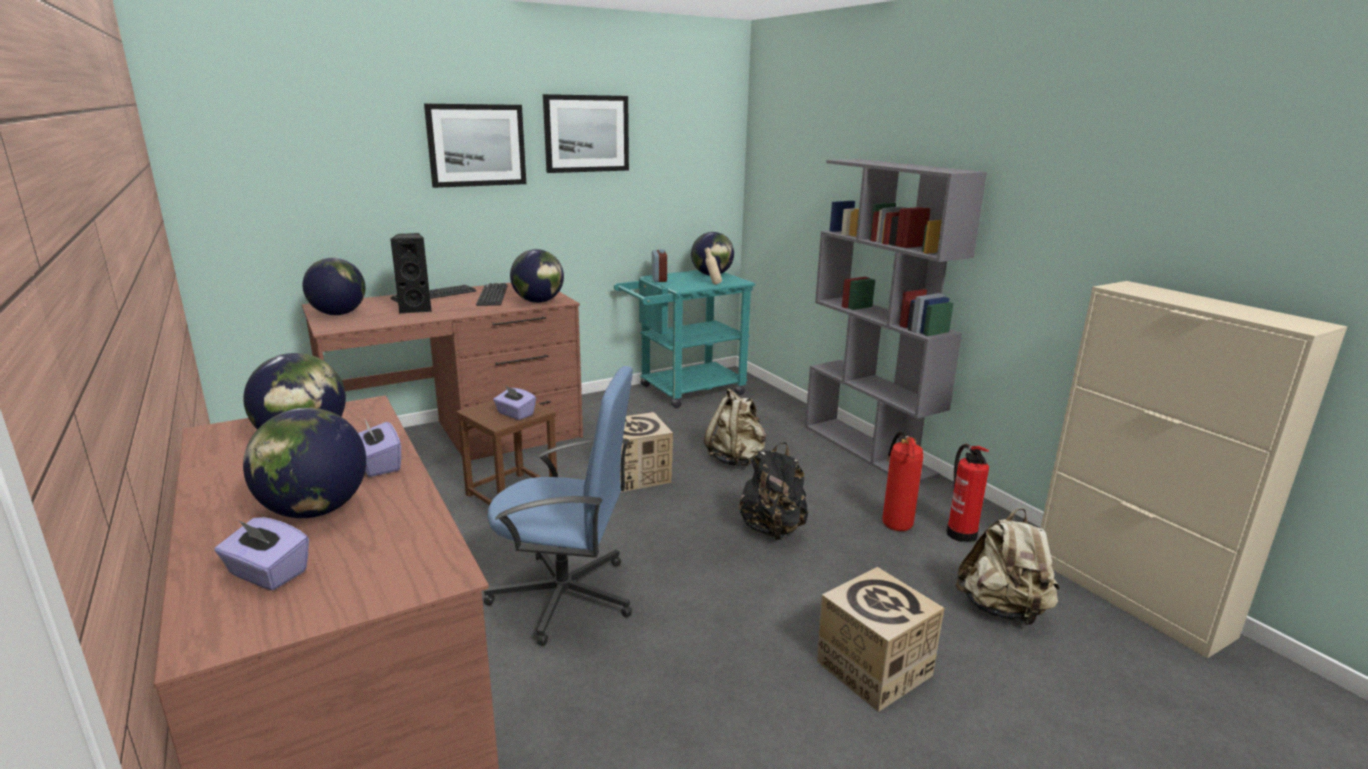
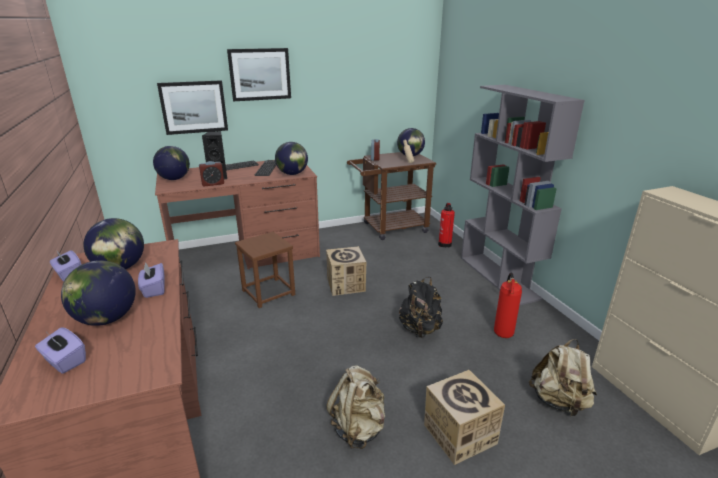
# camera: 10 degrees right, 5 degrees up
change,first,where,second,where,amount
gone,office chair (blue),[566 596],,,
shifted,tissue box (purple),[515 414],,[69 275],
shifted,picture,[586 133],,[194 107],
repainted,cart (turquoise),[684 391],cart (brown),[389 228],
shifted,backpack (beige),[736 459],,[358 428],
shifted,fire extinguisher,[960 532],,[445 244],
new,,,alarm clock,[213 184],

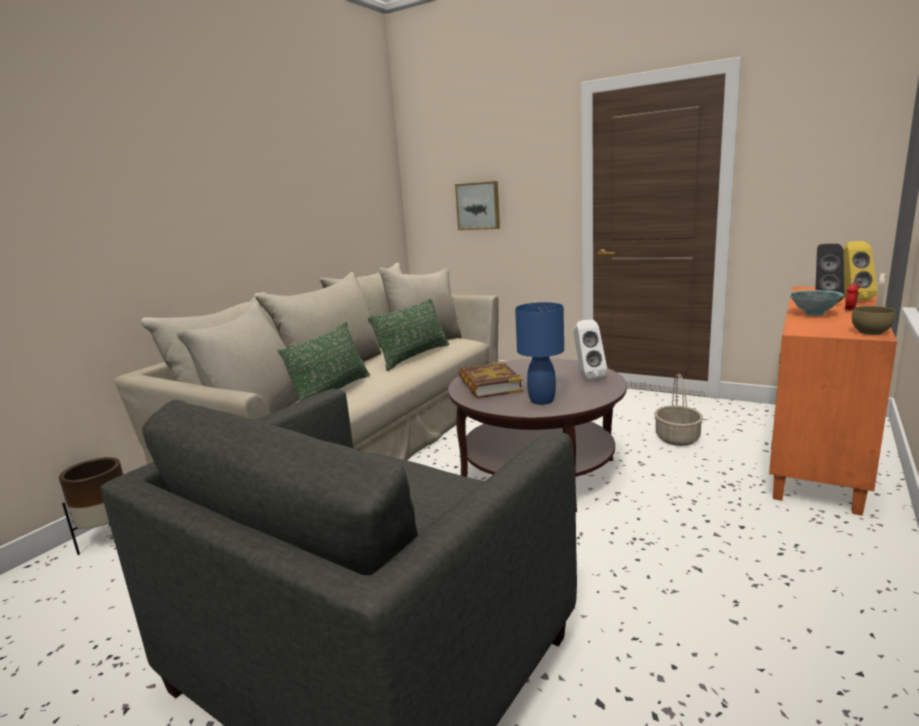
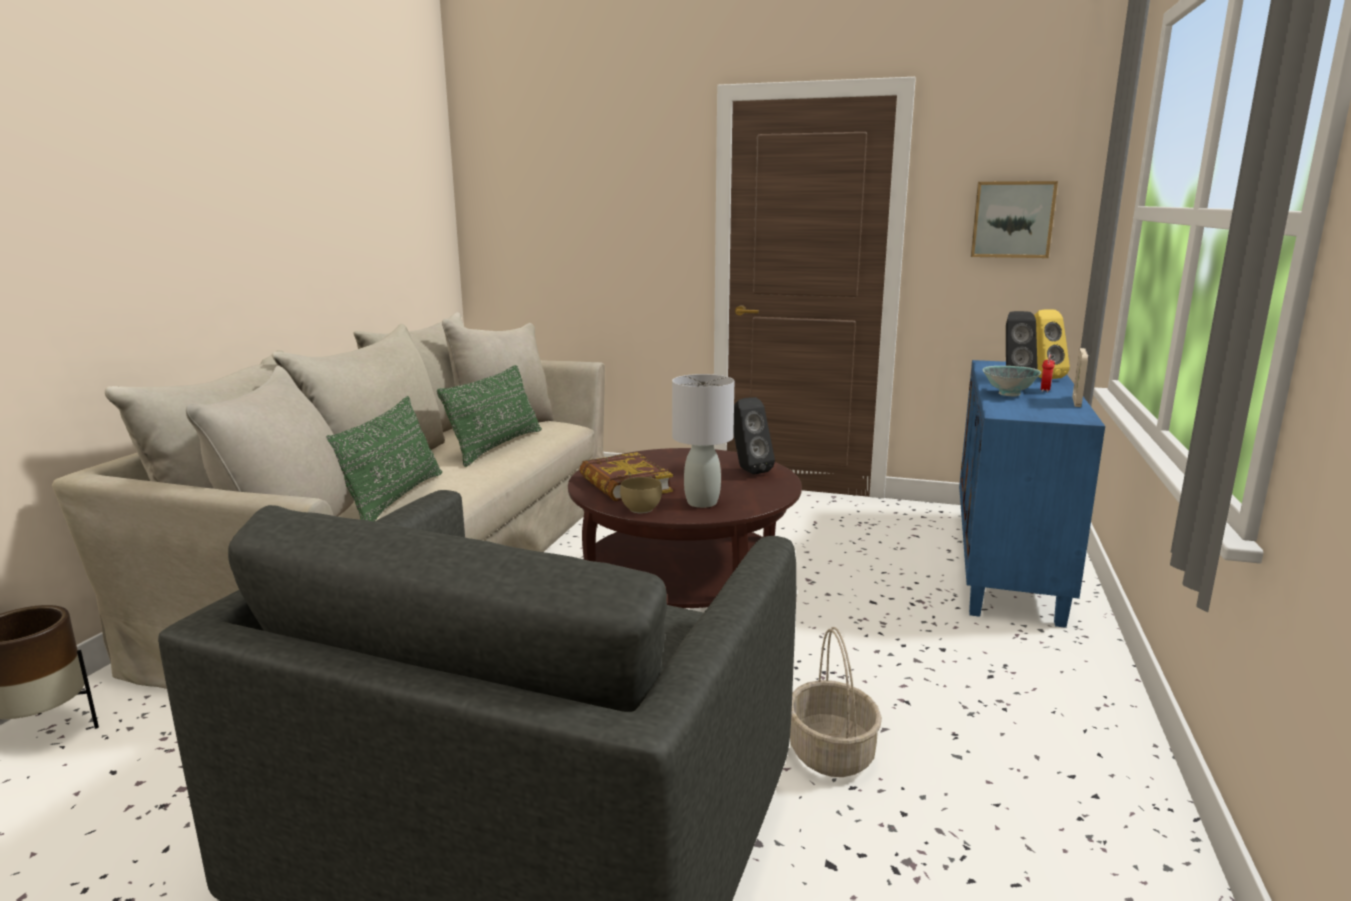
# camera: 15 degrees left, 0 degrees up
change,first,where,second,where,amount
shifted,picture,[478 206],,[1012 219],
repainted,table lamp (blue),[542 400],table lamp (grey),[702 502],
repainted,speaker (white),[587 376],speaker (black),[747 471],
shifted,basket,[677 438],,[832 754],
repainted,cabinet (orange),[818 456],cabinet (blue),[1008 563],
shifted,bowl (brown),[871 333],,[641 510],

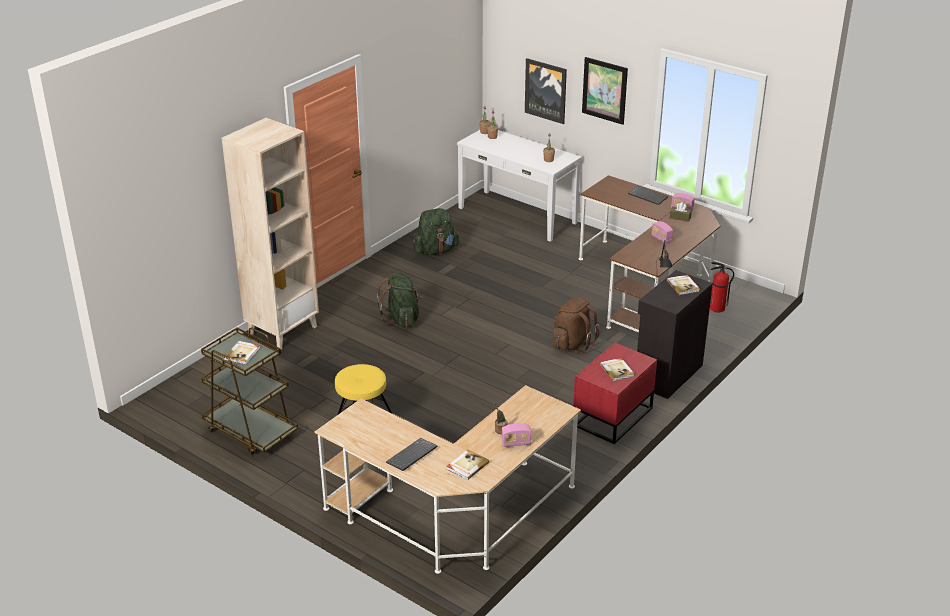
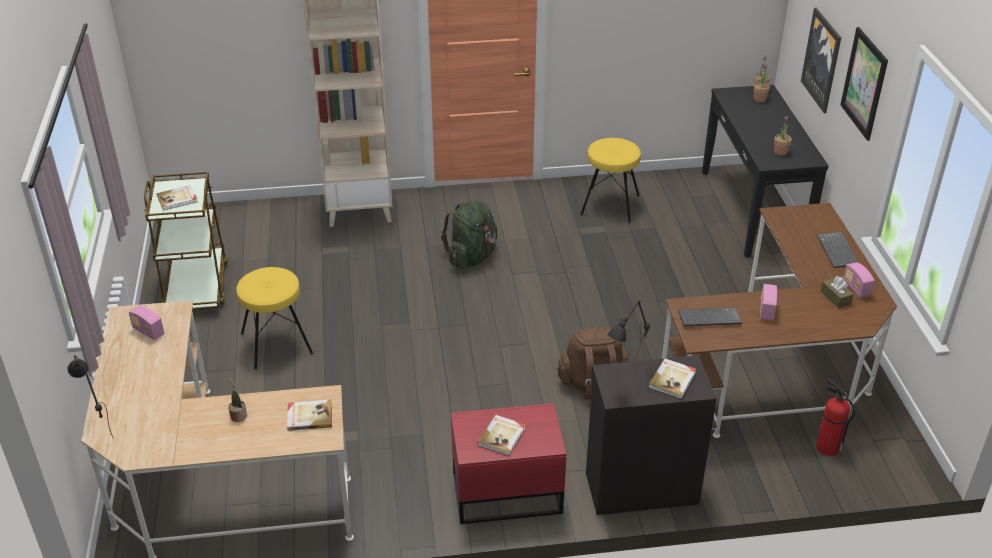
# camera: 45 degrees right, 5 degrees up
change,first,where,second,where,amount
shifted,keyboard,[412 456],,[709 319],
swapped,backpack (green),[436 251],stool (yellow),[610 205],
shifted,book,[467 466],,[309 416],
repainted,console table (white),[517 215],console table (black),[753 210],
shifted,radio,[516 443],,[148 331],
new,,,table lamp (black),[99 428],

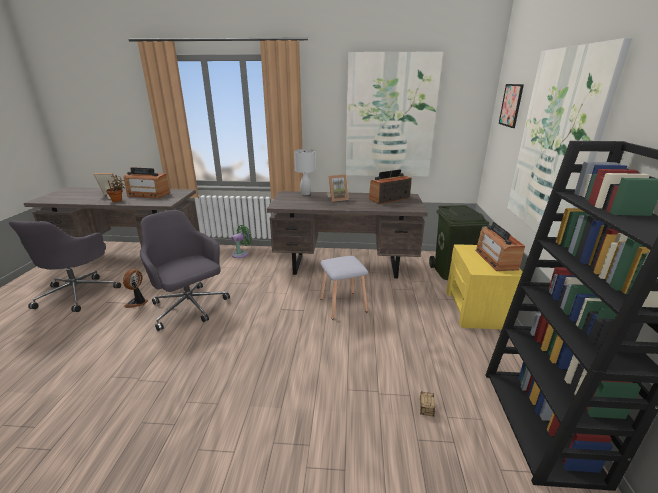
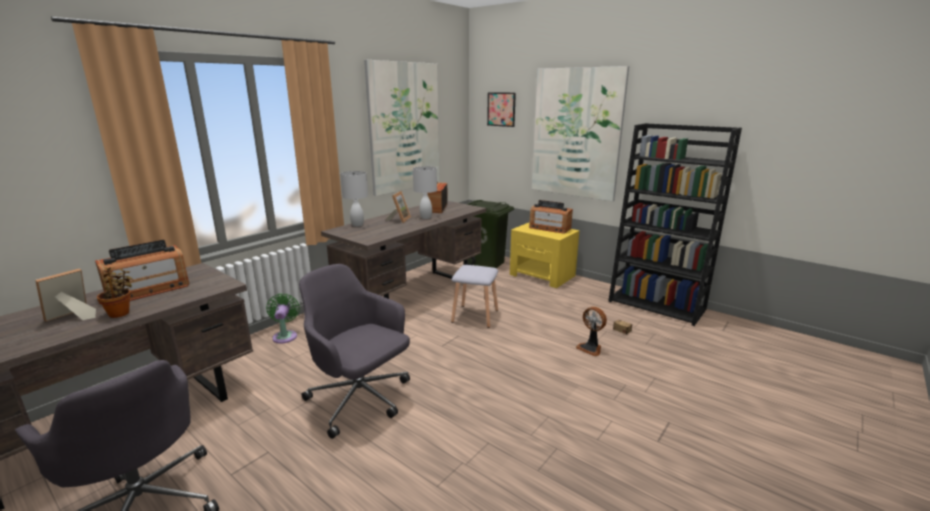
# camera: 55 degrees left, 5 degrees down
change,first,where,second,where,amount
shifted,fan,[138 302],,[590 348],
rotated,office chair (grey),[190 308],,[360 400],45 degrees clockwise
new,,,table lamp (white),[425 217],

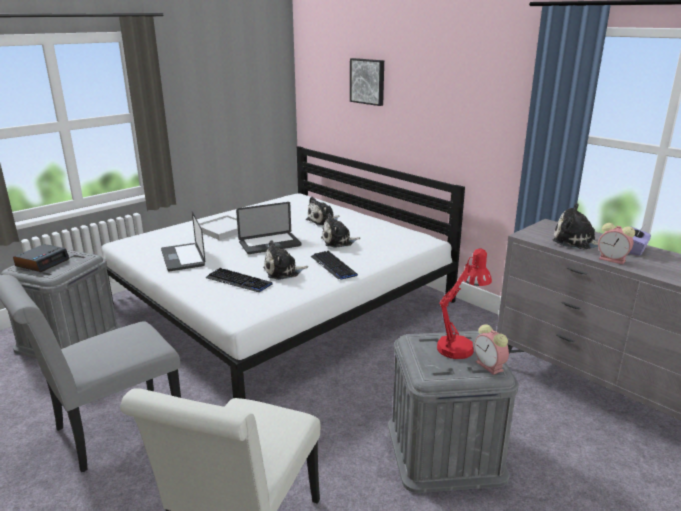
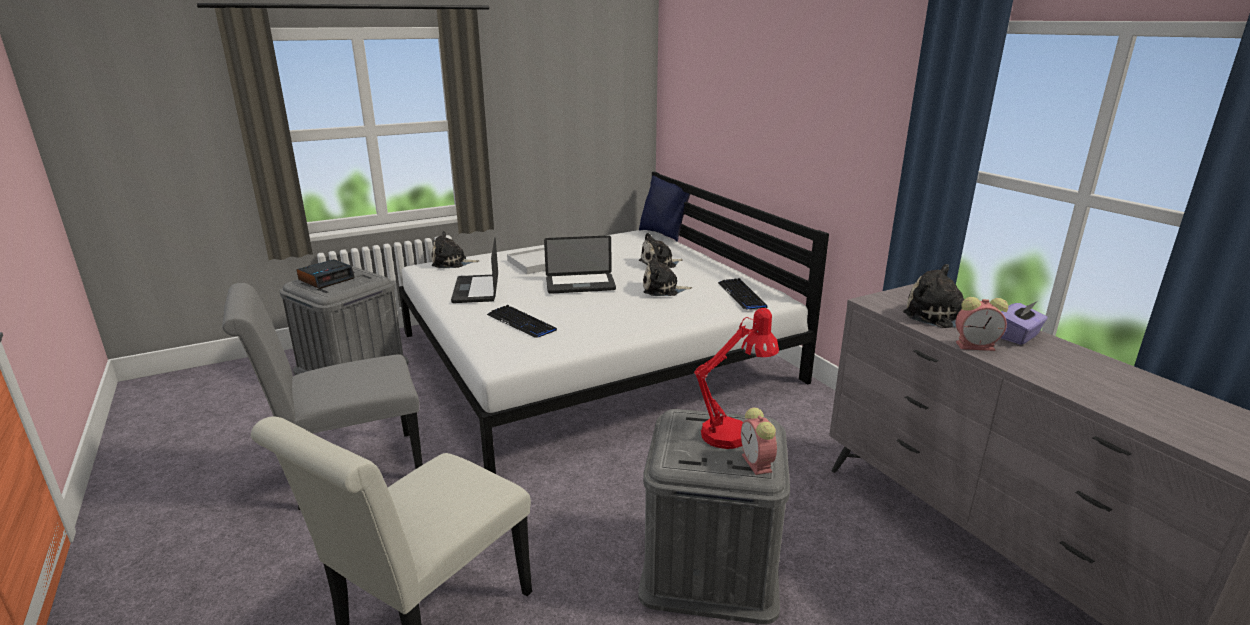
# camera: 15 degrees right, 0 degrees up
change,first,where,second,where,amount
shifted,plush toy,[283 272],,[452 263],
shifted,keyboard,[333 266],,[742 295],
gone,picture,[368 81],,,
rotated,alarm clock,[613 260],,[976 346],45 degrees counterclockwise
new,,,pillow (blue),[663 234],

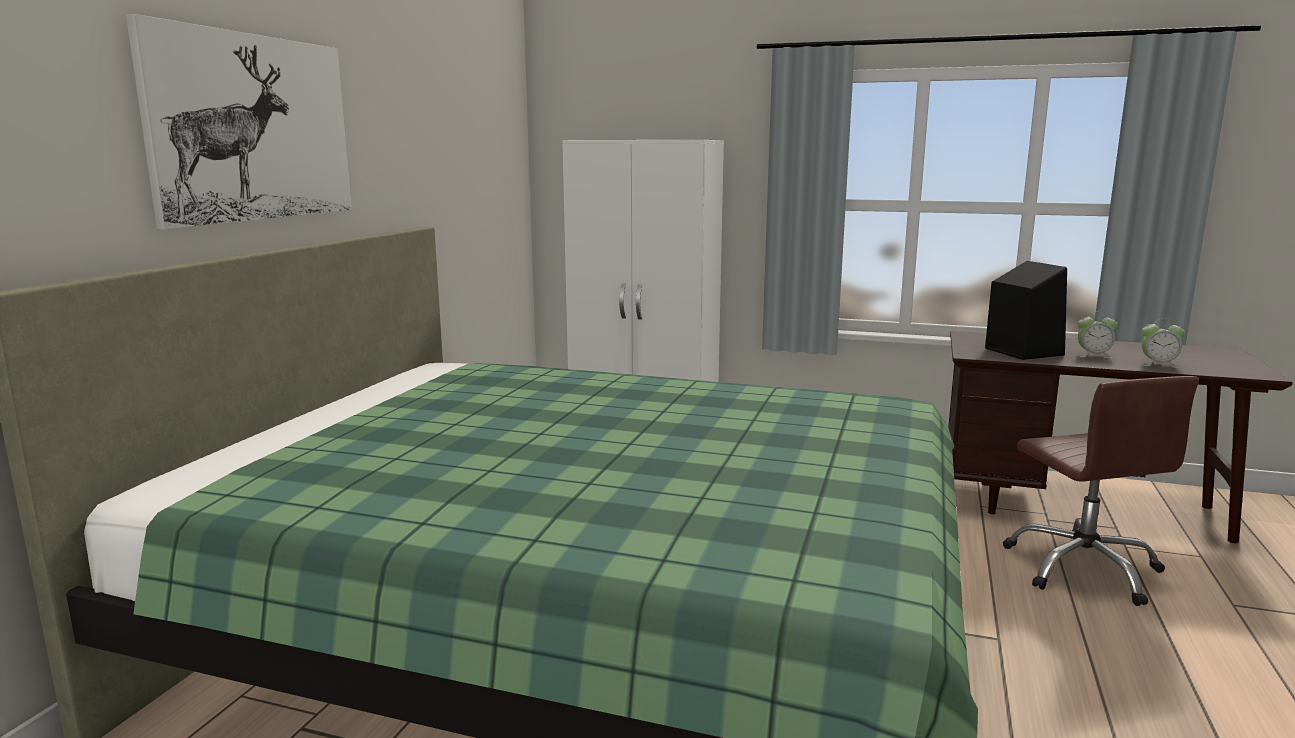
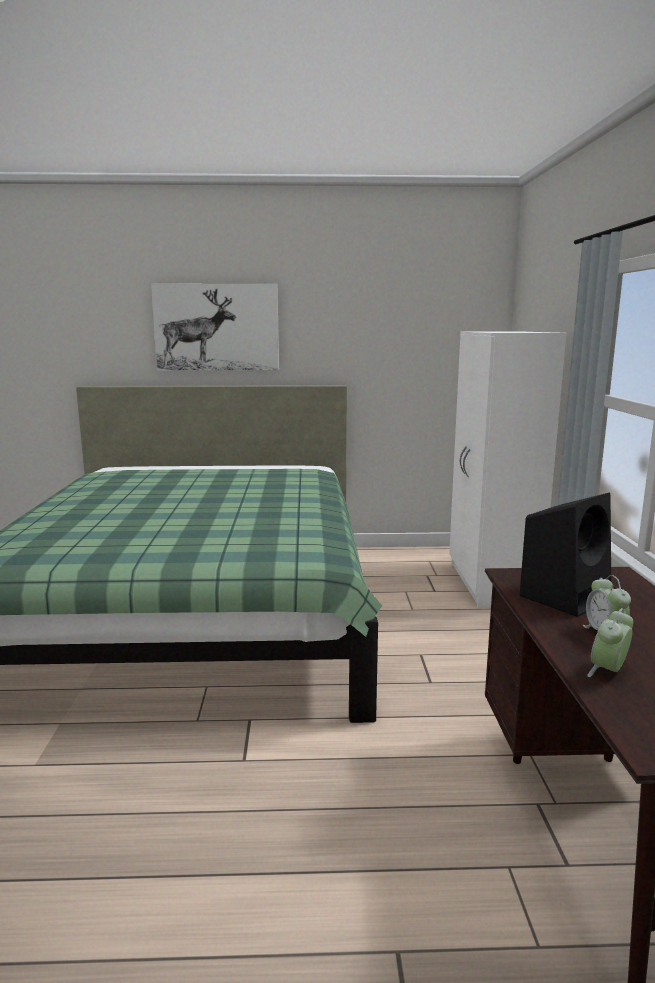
# camera: 70 degrees right, 0 degrees up
change,first,where,second,where,amount
gone,office chair (brown),[1083 568],,,
rotated,alarm clock,[1158 364],,[608 671],45 degrees clockwise

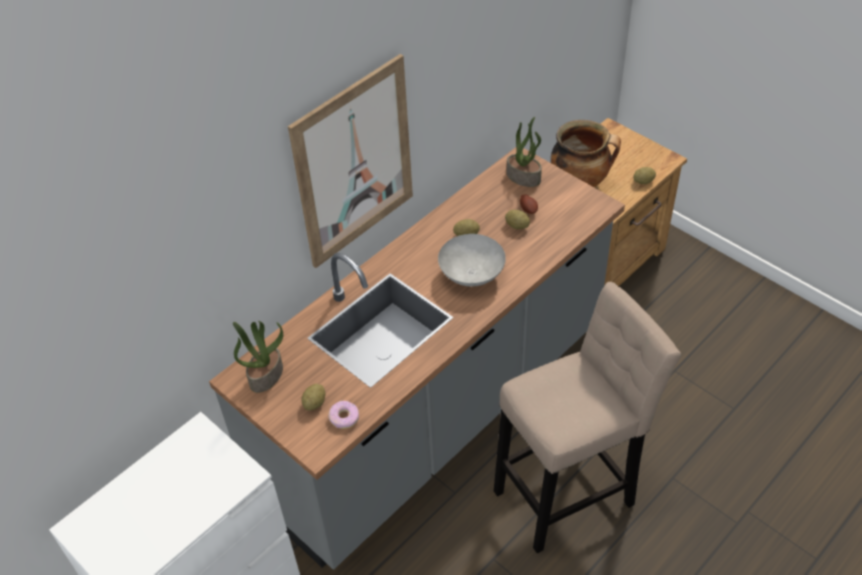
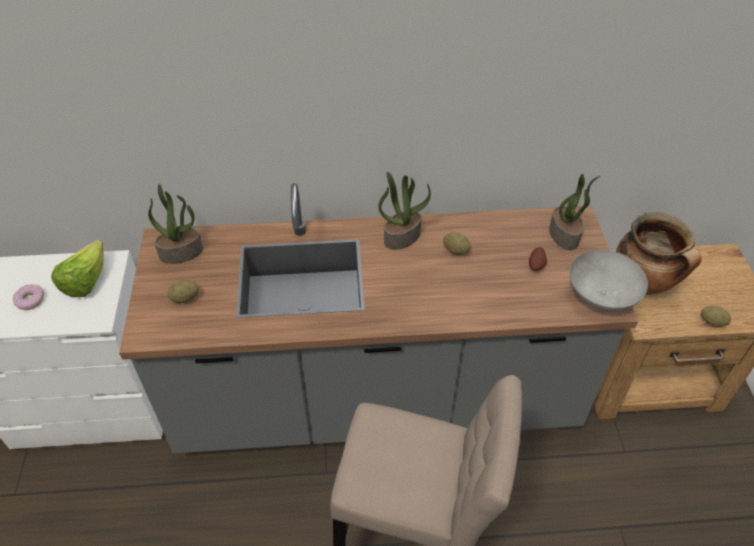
# camera: 40 degrees right, 0 degrees up
change,first,where,second,where,amount
gone,picture,[354 163],,,
shifted,donut,[344 418],,[30 300],
shifted,bowl (grey),[470 274],,[600 295],
gone,potato,[517 226],,,
new,,,lettuce,[86 281],
new,,,potted plant,[402 236],

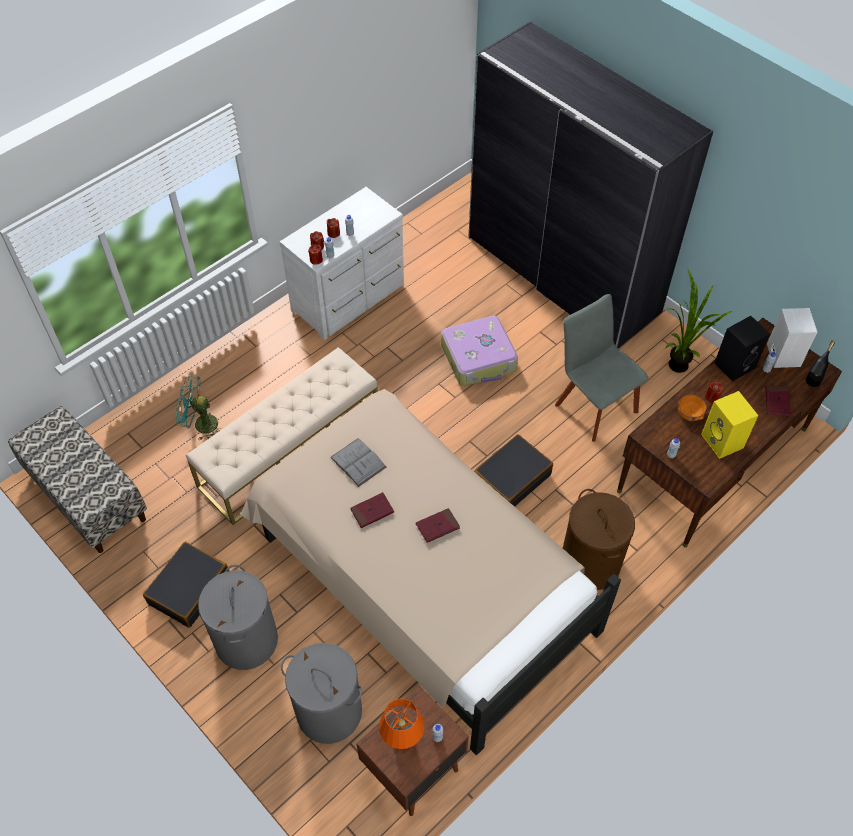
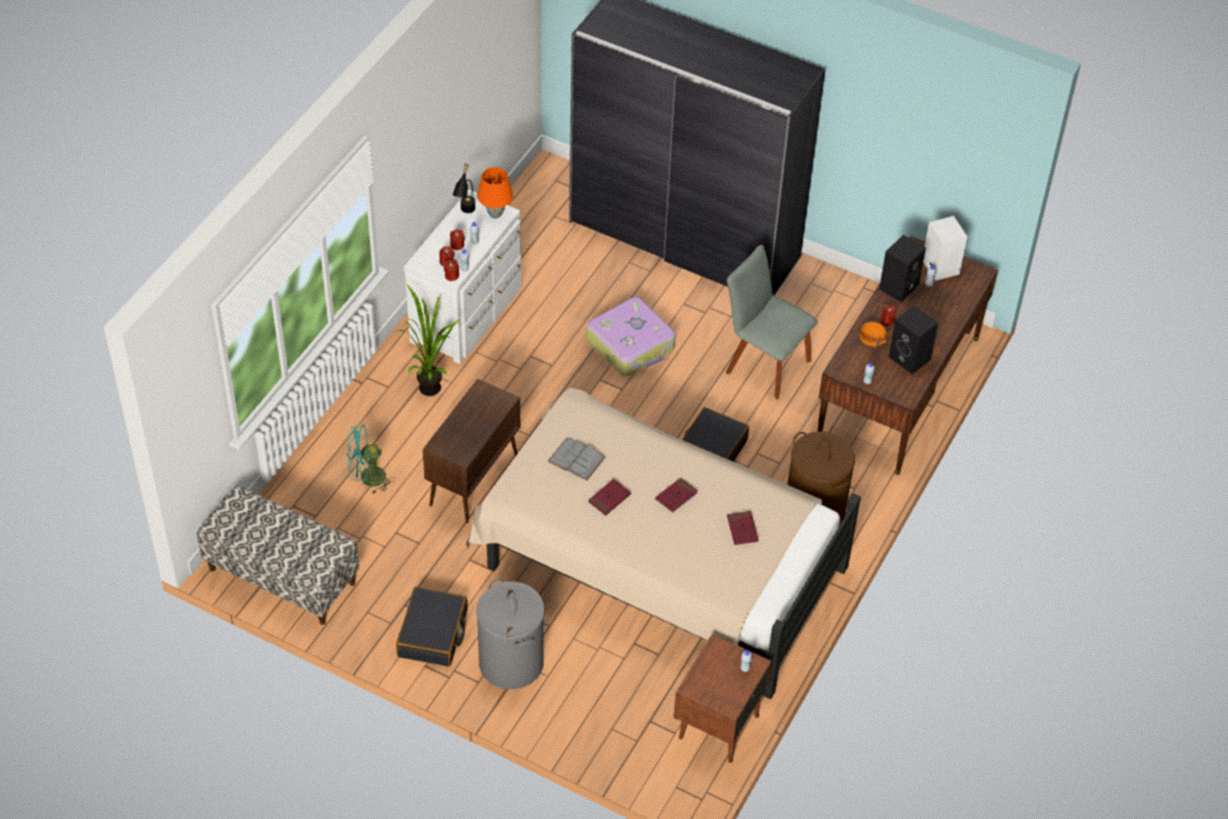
# camera: 20 degrees left, 5 degrees down
change,first,where,second,where,amount
swapped,bench (beige),[289 450],cabinet (brown),[473 481],
gone,laundry basket (grey),[329 711],,,
shifted,table lamp (orange),[401 737],,[495 214],
shifted,potted plant,[678 362],,[430 384],
repainted,speaker (yellow),[723 441],speaker (black),[910 358],
shifted,book (red),[777 402],,[742 529],
shifted,table lamp (black),[810 386],,[466 213],

